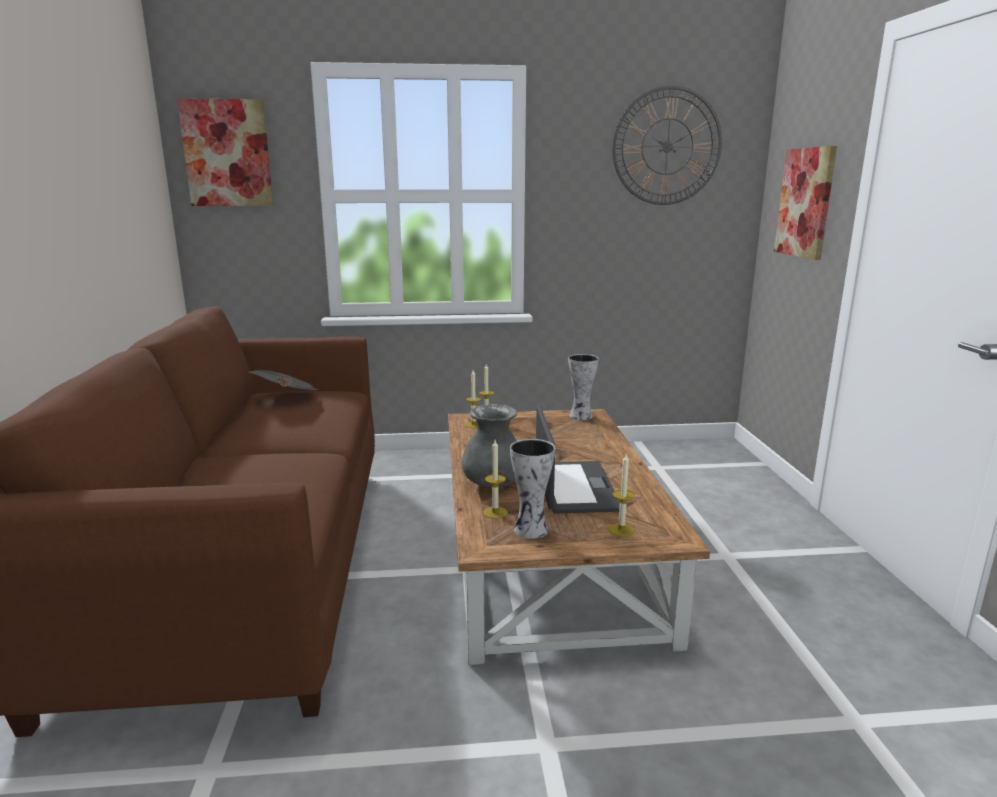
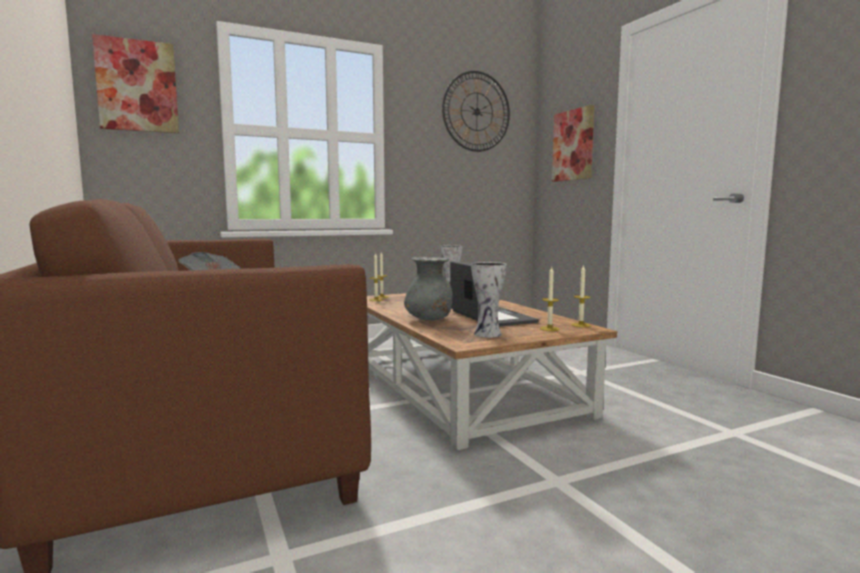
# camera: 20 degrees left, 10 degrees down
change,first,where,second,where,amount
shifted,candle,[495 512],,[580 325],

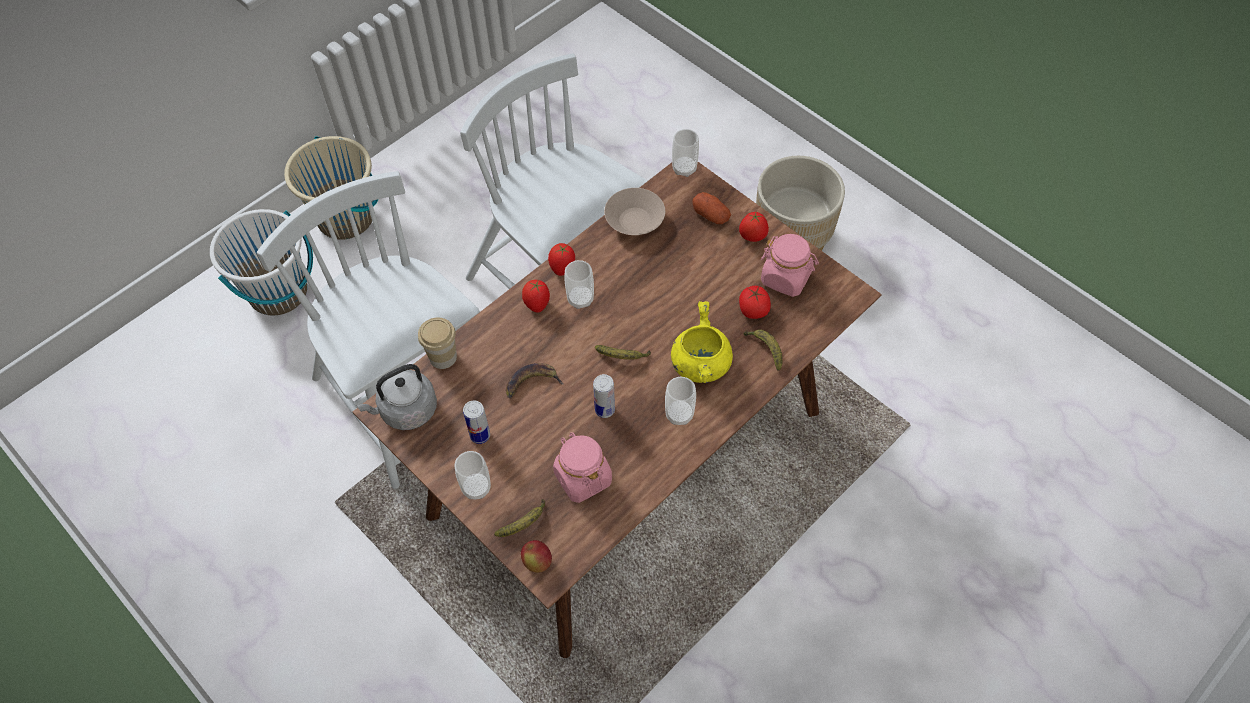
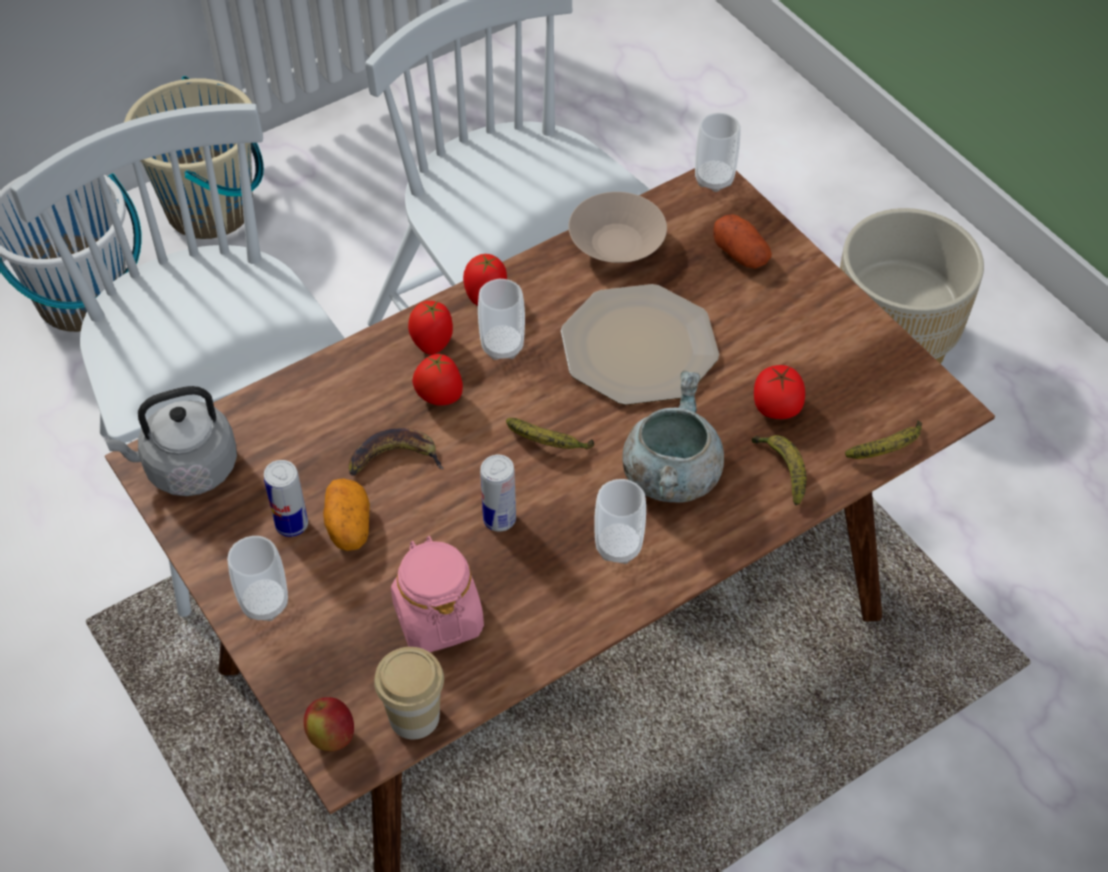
# camera: 10 degrees right, 5 degrees down
change,first,where,second,where,amount
shifted,cup,[443 357],,[414 716],
shifted,banana,[524 523],,[888 449],
repainted,cooking pot (yellow),[699 363],cooking pot (grey),[670 474],
shifted,tomato,[752 237],,[439 398],
gone,jar (pink),[786 278],,,
new,,,potato,[348 526],
new,,,plate,[640 348],

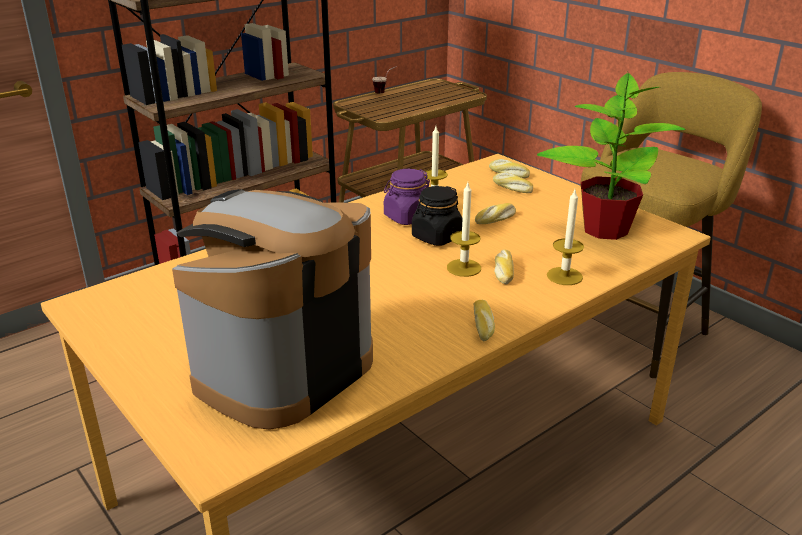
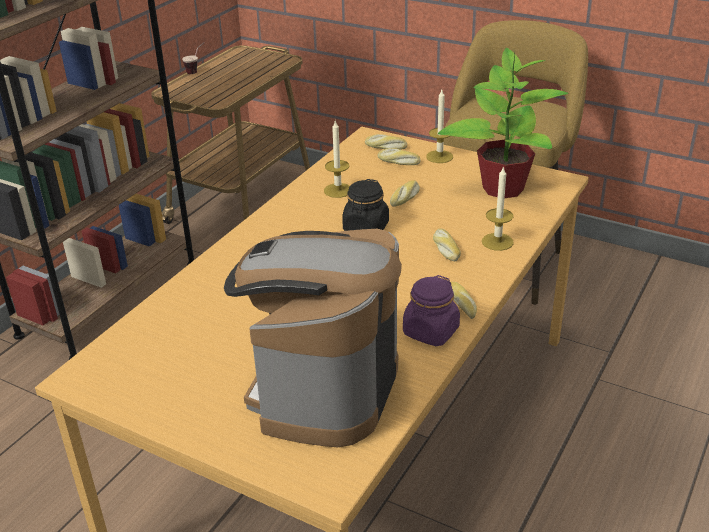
# camera: 20 degrees left, 5 degrees up
change,first,where,second,where,amount
shifted,jar (purple),[407 217],,[430 332],
shifted,candle,[464 268],,[439 156],

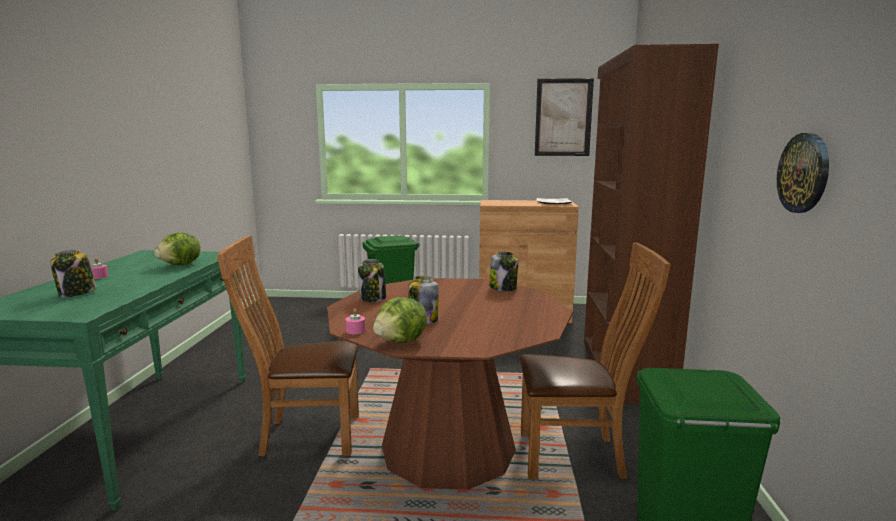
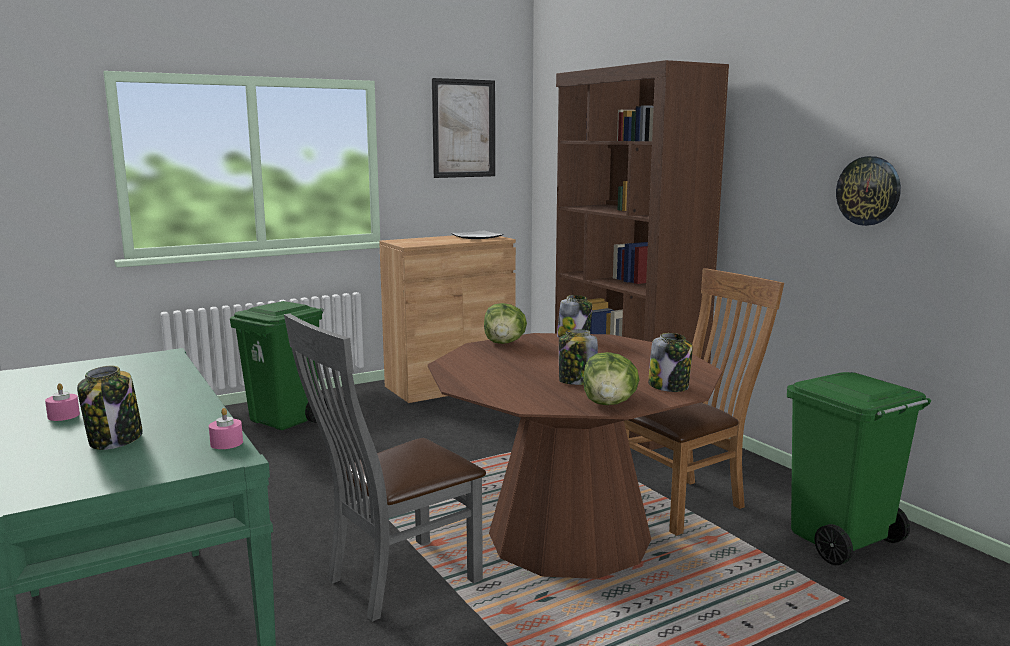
# camera: 35 degrees left, 0 degrees up
change,first,where,second,where,amount
shifted,lettuce,[181 265],,[504 343],
repainted,chair (brown),[304 435],chair (grey),[394 581],
shifted,candle (pink),[355 330],,[226 443],
shifted,jar,[373 298],,[669 386],

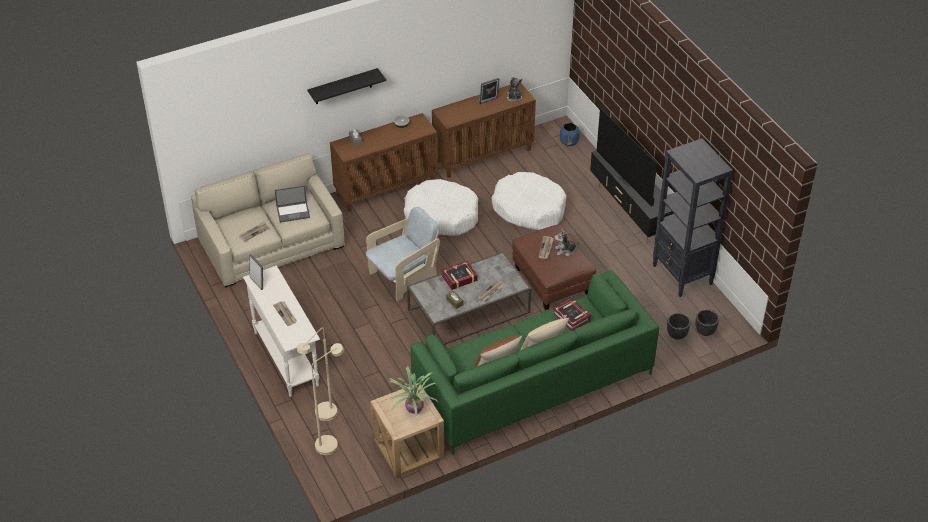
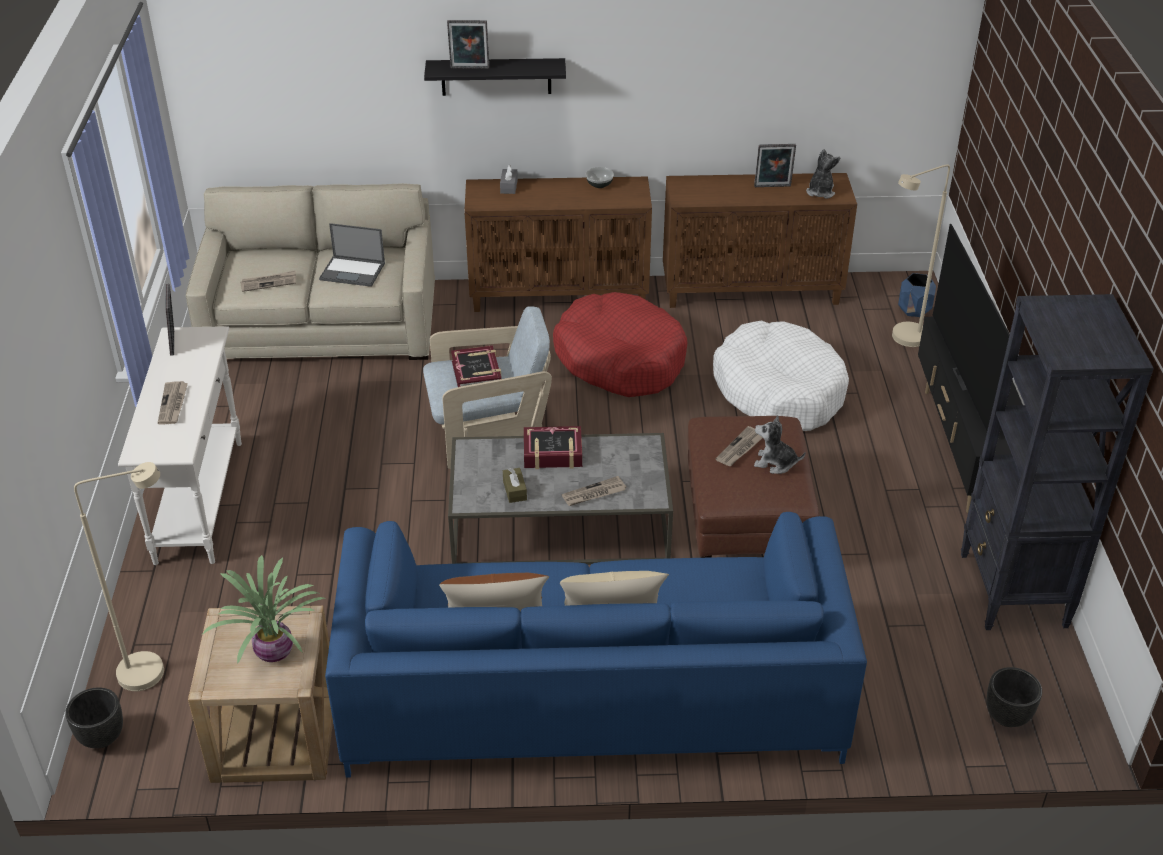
# camera: 25 degrees right, 5 degrees down
change,first,where,second,where,amount
shifted,floor lamp (beige),[322 417],,[902 340],
repainted,dog bed (white),[441 215],dog bed (red),[620 359],
repainted,sofa (green),[532 383],sofa (blue),[592 694],
shifted,book,[571 317],,[477 375],
shifted,planter (black),[677 335],,[102 738],
new,,,picture frame,[469 69],

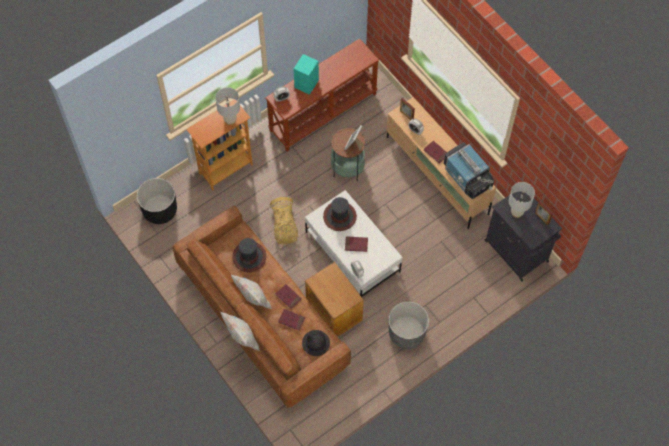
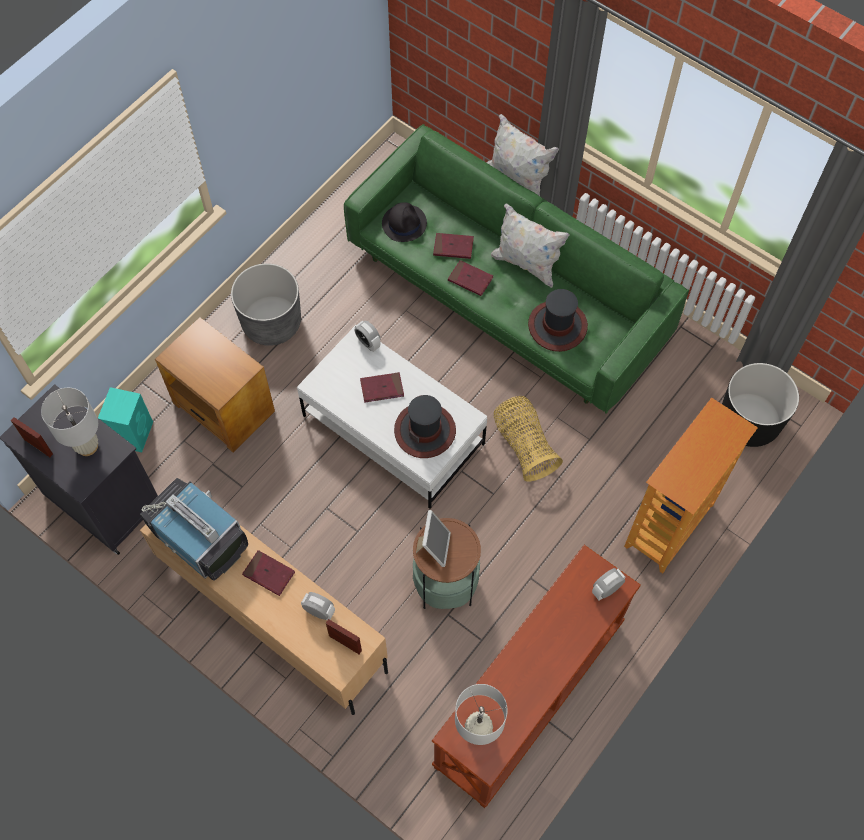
# camera: 165 degrees right, 0 degrees up
change,first,where,second,where,amount
repainted,sofa (brown),[263 316],sofa (green),[507 295],
shifted,table lamp (white),[230 120],,[478 730],
shifted,speaker (turquoise),[306 84],,[133 432],
shifted,side table (brown),[334 310],,[224 408],

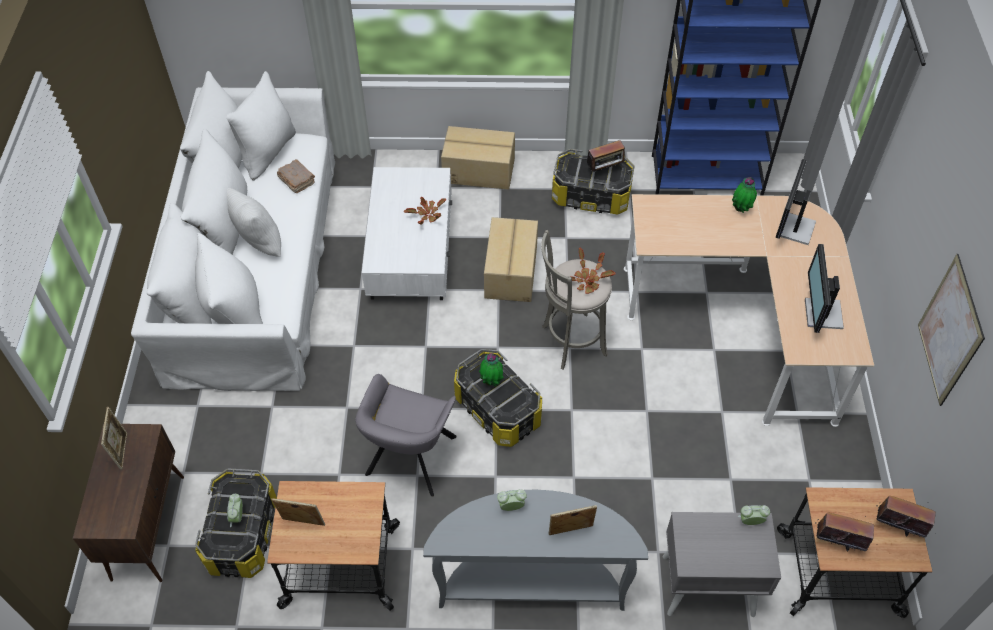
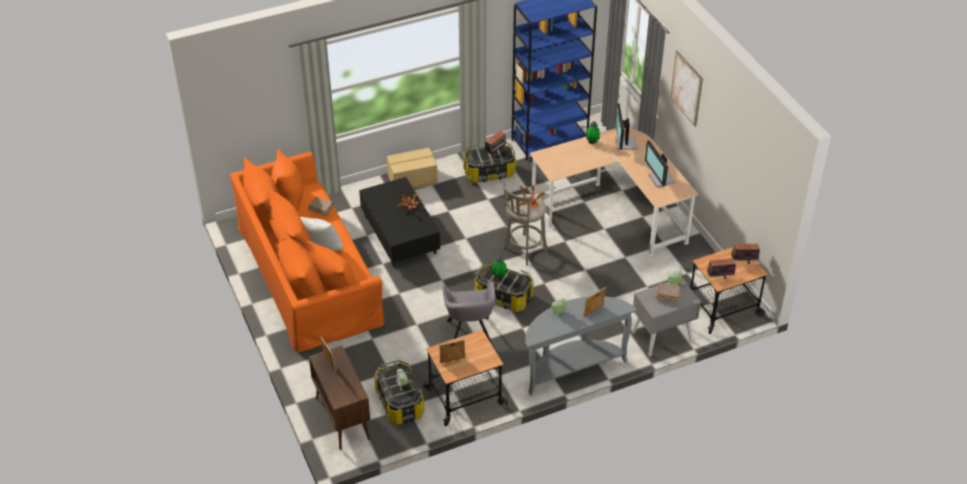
# camera: 25 degrees left, 10 degrees down
change,first,where,second,where,amount
repainted,sofa (white),[255 265],sofa (orange),[309 272],
repainted,coffee table (white),[411 250],coffee table (black),[400 234],
gone,cardboard box,[512 271],,,
shifted,picture,[949 331],,[686 88],
new,,,book (brown),[667 296],

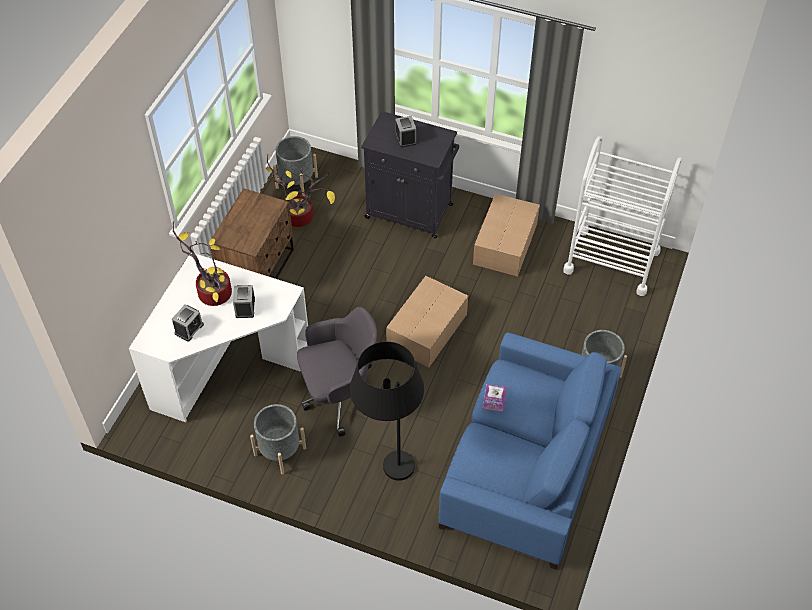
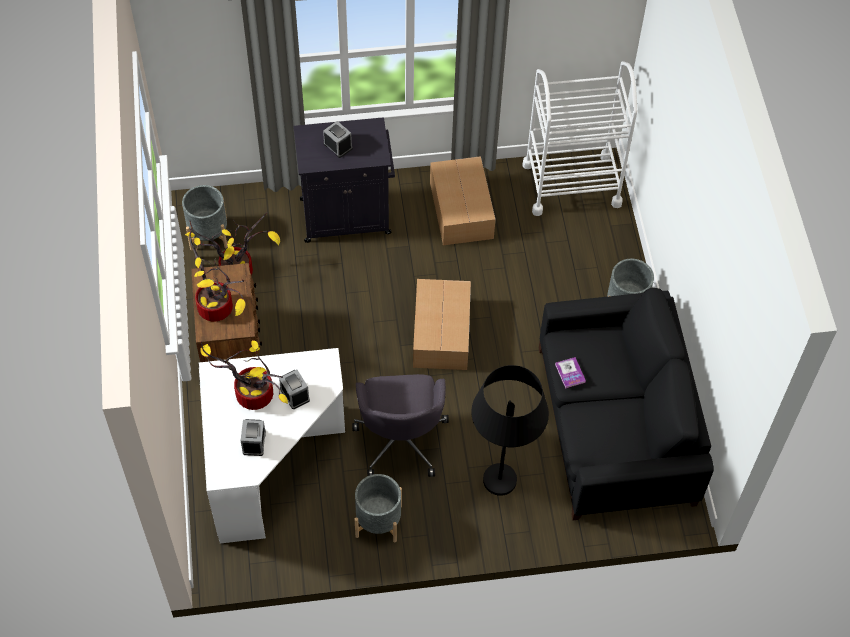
# camera: 30 degrees left, 5 degrees up
change,first,where,second,where,amount
rotated,office chair (grey),[340 396],,[401 438],135 degrees clockwise
repainted,sofa (blue),[525 467],sofa (black),[614 425],
new,,,potted plant,[218 307],

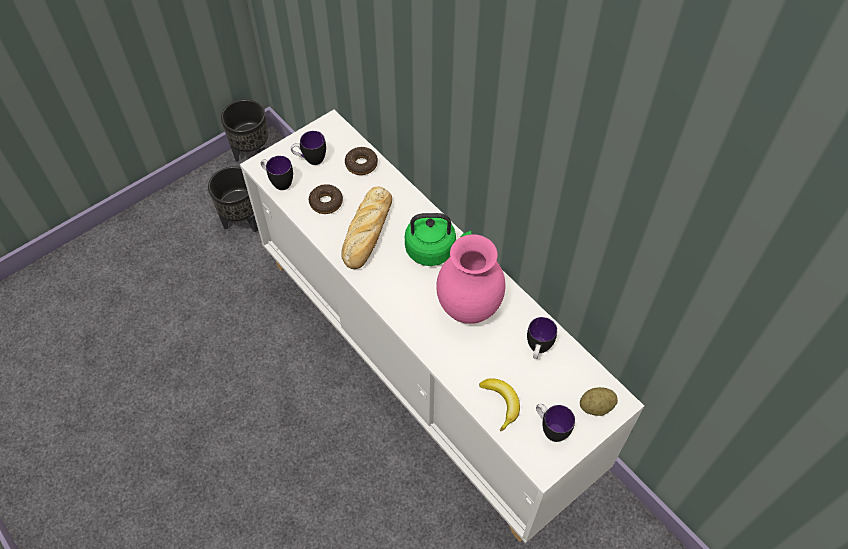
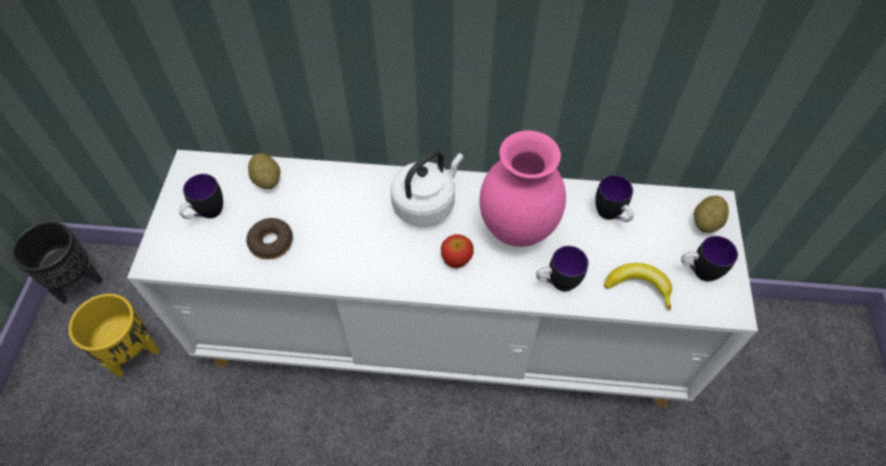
# camera: 45 degrees left, 0 degrees up
change,first,where,second,where,amount
repainted,planter (black),[243 221],planter (yellow),[133 353],
shifted,mug,[278 182],,[557 283],
gone,bread,[367 233],,,
swapped,donut,[361 164],potato,[267 180],
repainted,kettle (green),[433 249],kettle (white),[426 204],
new,,,apple,[456 259],

